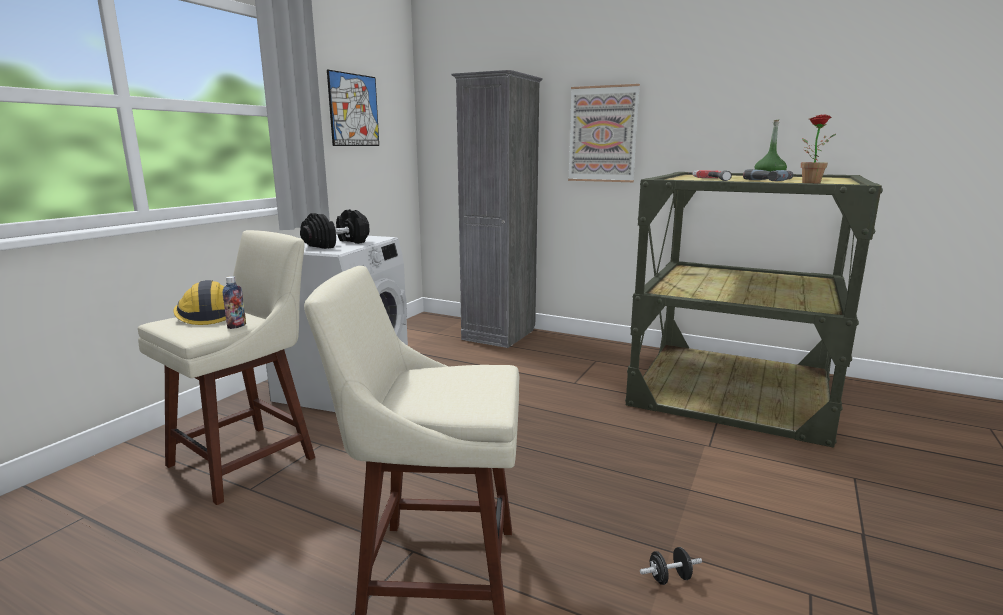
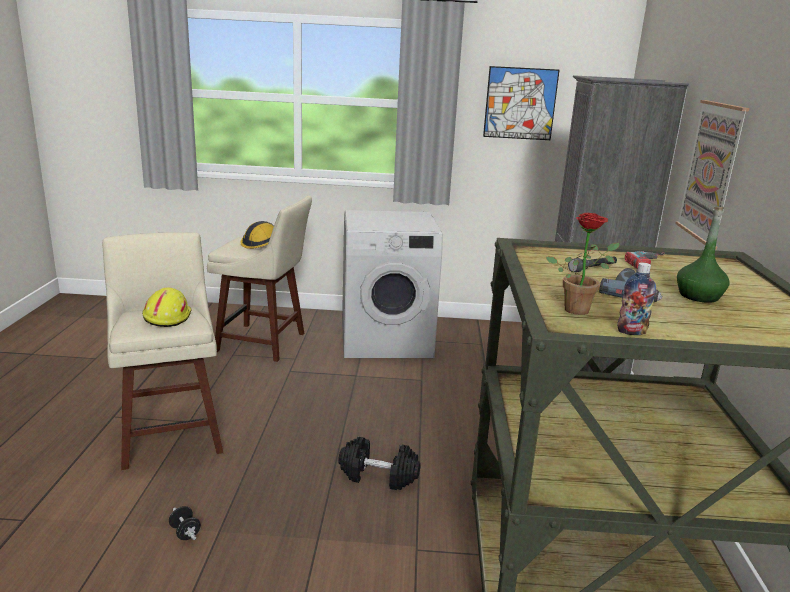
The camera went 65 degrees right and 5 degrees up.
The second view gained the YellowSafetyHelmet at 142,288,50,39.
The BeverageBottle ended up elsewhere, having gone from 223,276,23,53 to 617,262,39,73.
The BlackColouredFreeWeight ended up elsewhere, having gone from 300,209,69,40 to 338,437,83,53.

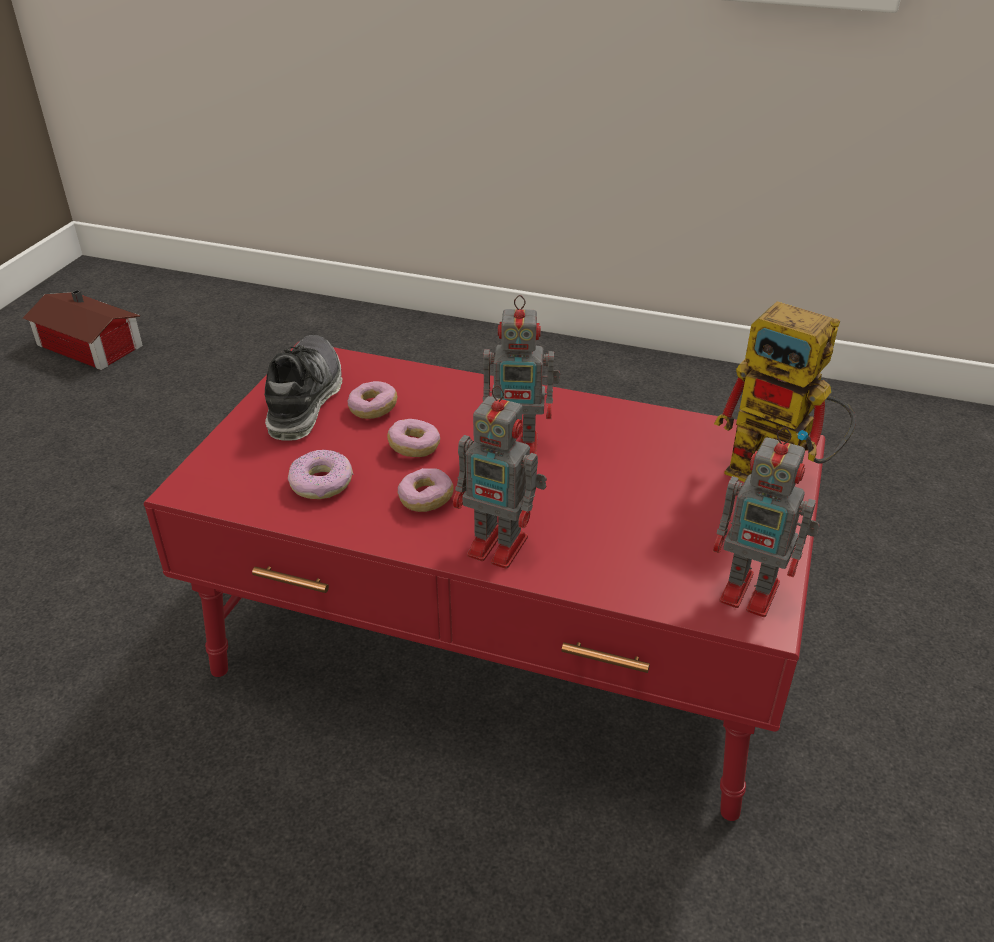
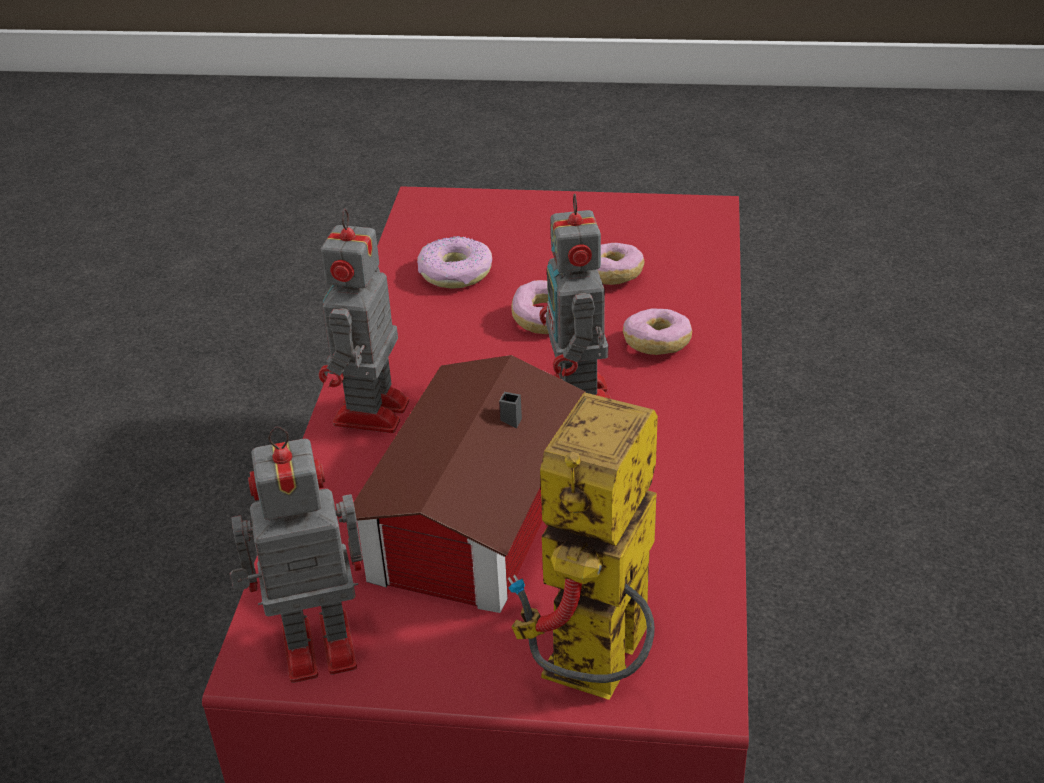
The camera went 80 degrees right and 0 degrees up.
The second view lost the Shoe at 264,335,78,106.
The MiniatureHouse ended up elsewhere, having gone from 23,290,120,80 to 354,355,232,258.
The Doughnut ended up elsewhere, having gone from 398,468,56,44 to 623,308,69,47.
The RobotFigure at 713,427,106,190 ended up facing another way, 60 degrees clockwise from before.

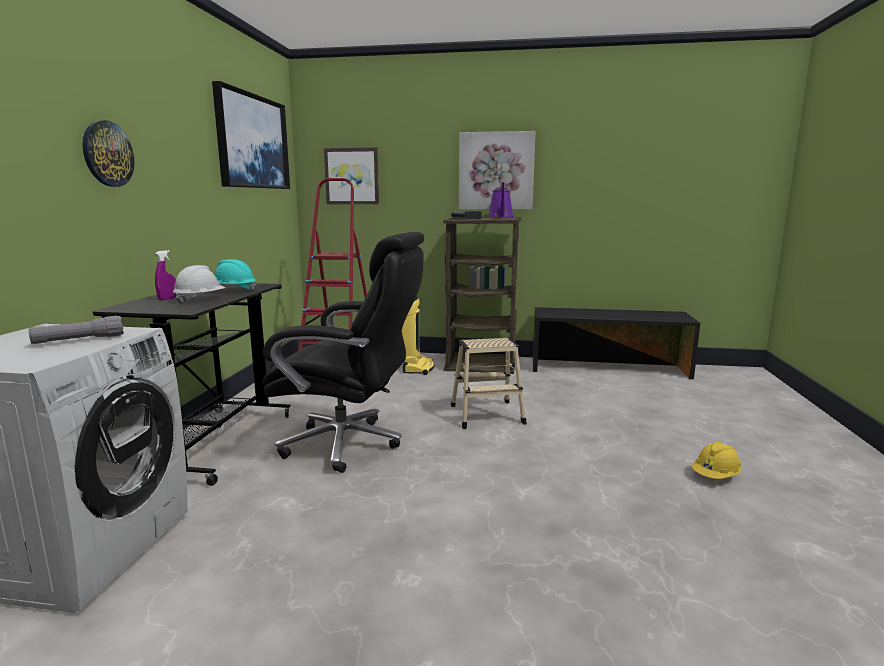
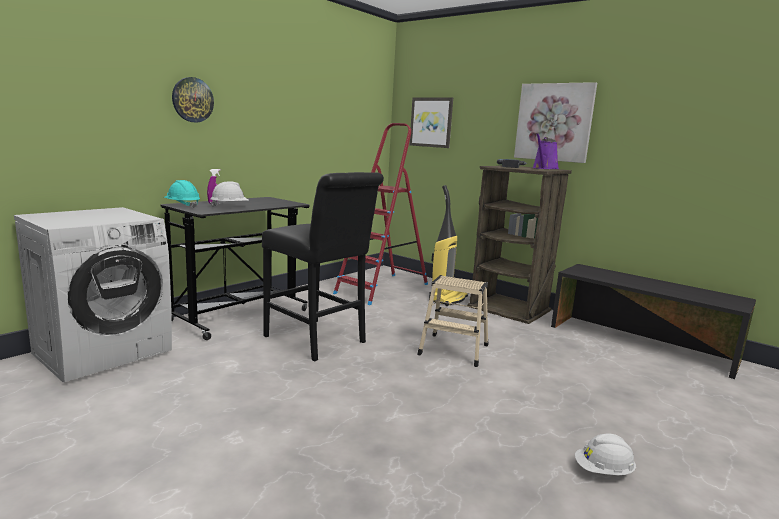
The camera went 30 degrees right and 0 degrees up.
The second view lost the GrayTorch at 28,316,96,28.
The second view lost the WallArt at 212,81,78,108.
The TurquoiseSafetyHelmet ended up elsewhere, having gone from 214,259,43,32 to 164,180,36,28.
Where the BlackColouredDeskChair stood at 262,232,162,241, the BlackColouredSittingStool came to stand at 262,172,122,189.
What was the YellowSafetyHelmet at 692,442,50,37 turned into the WhiteSafetyHelmet at 575,433,61,42.

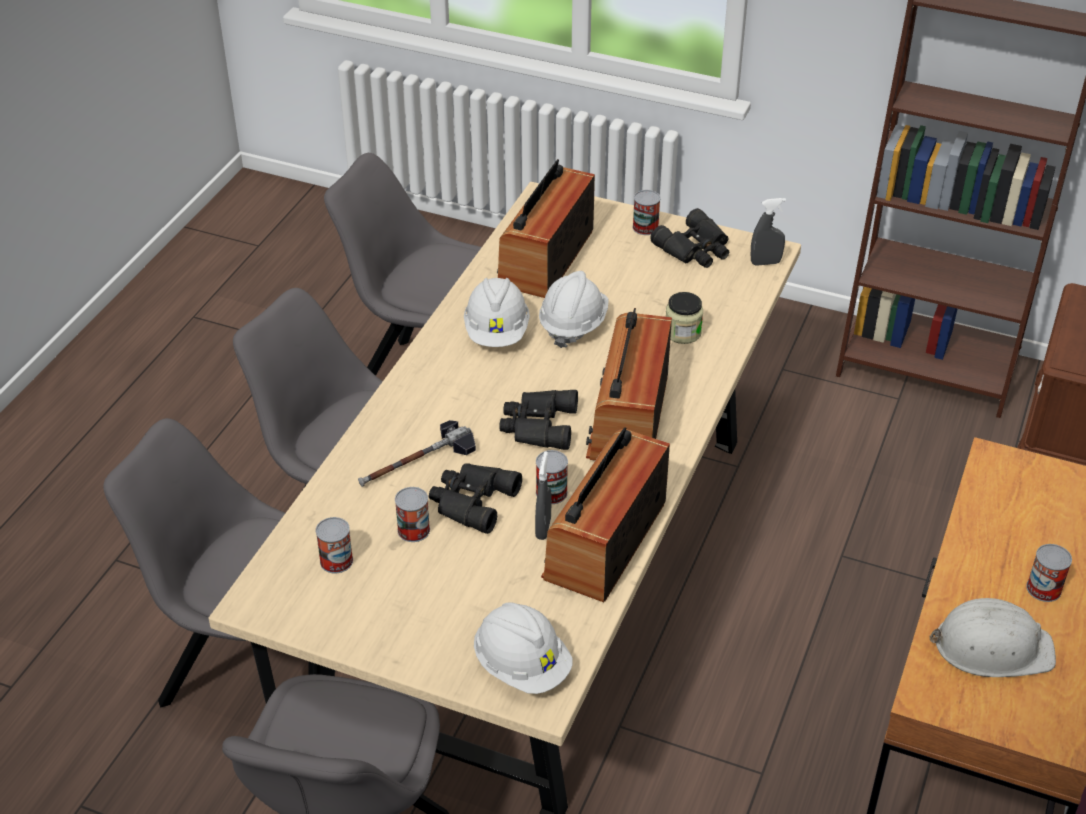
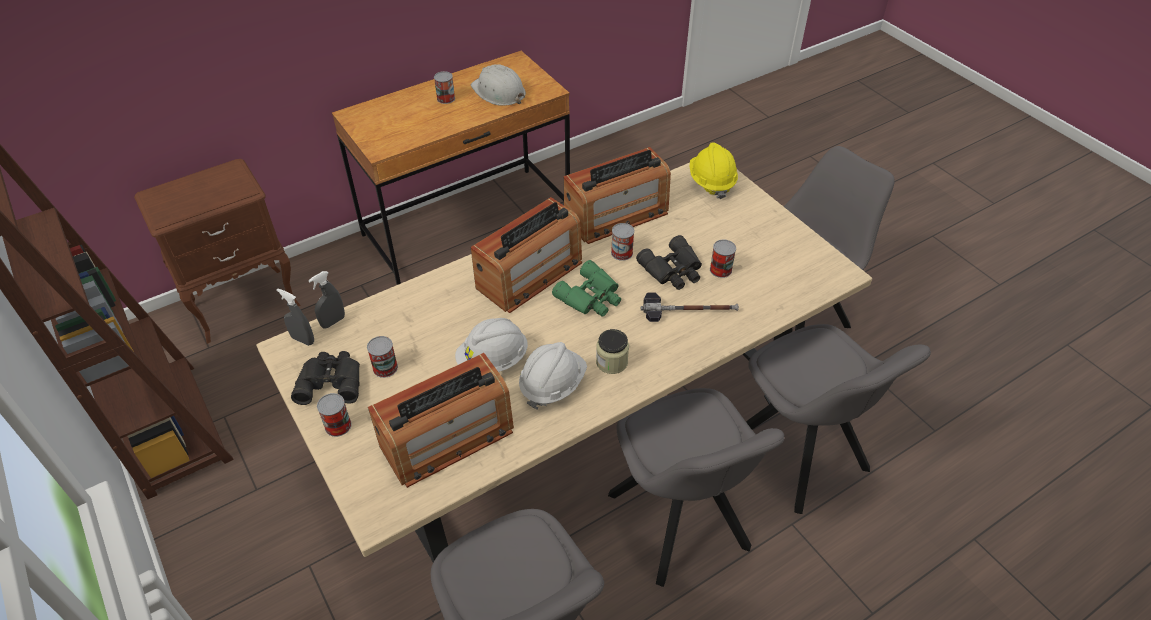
The camera went 145 degrees left and 5 degrees up.
The SealedCan ended up elsewhere, having gone from 316,517,37,57 to 367,336,31,42.
The GraySprayBottle ended up elsewhere, having gone from 535,451,17,89 to 308,271,37,58.
The StorageJar ended up elsewhere, having gone from 666,292,37,52 to 596,329,33,45.
What was the WhiteSafetyHelmet at 474,602,99,92 turned into the YellowSafetyHelmet at 689,142,49,57.
What was the BlackColouredFieldGlasses at 499,390,79,60 turned into the GreenFieldGlasses at 552,260,69,57.

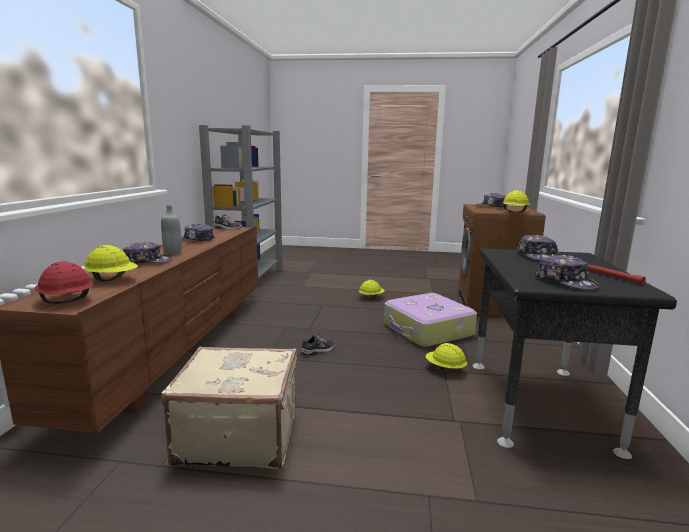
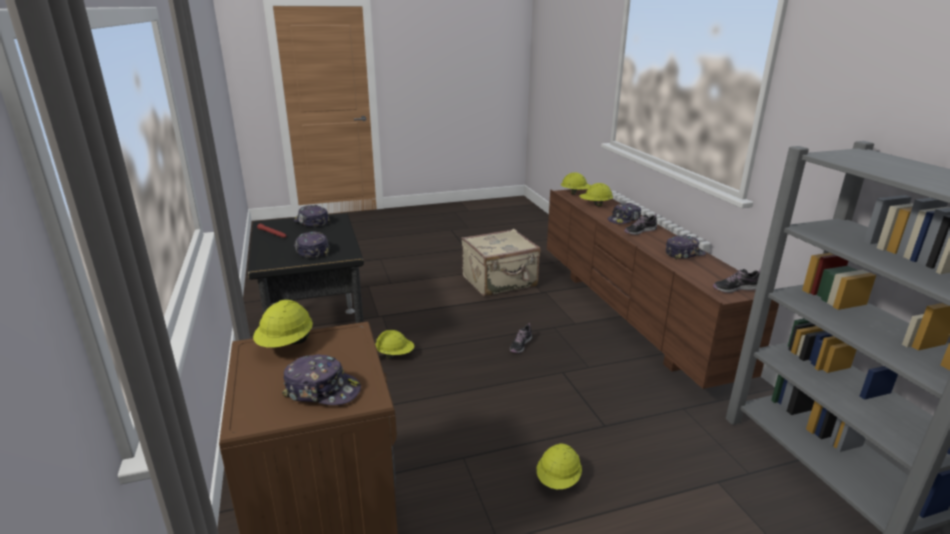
The camera went 155 degrees right and 10 degrees up.
The second view lost the Suitcase at 384,293,93,54.
Where the GrayBeverageBottle stood at 161,205,21,50, the Shoe came to stand at 624,214,33,21.
What was the RedSafetyHelmet at 34,261,59,43 turned into the YellowSafetyHelmet at 561,172,30,23.

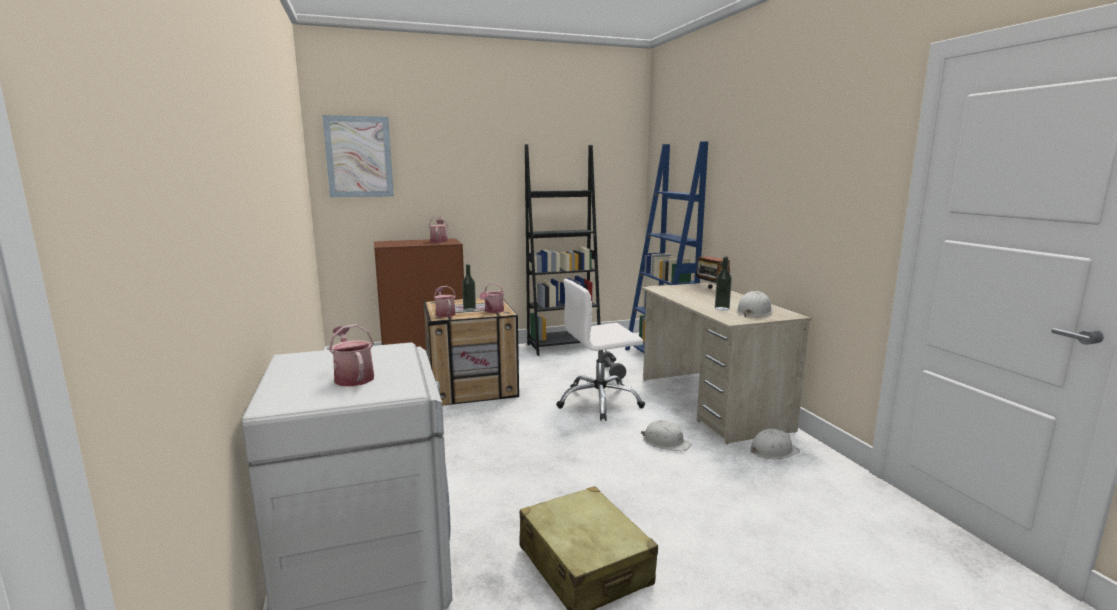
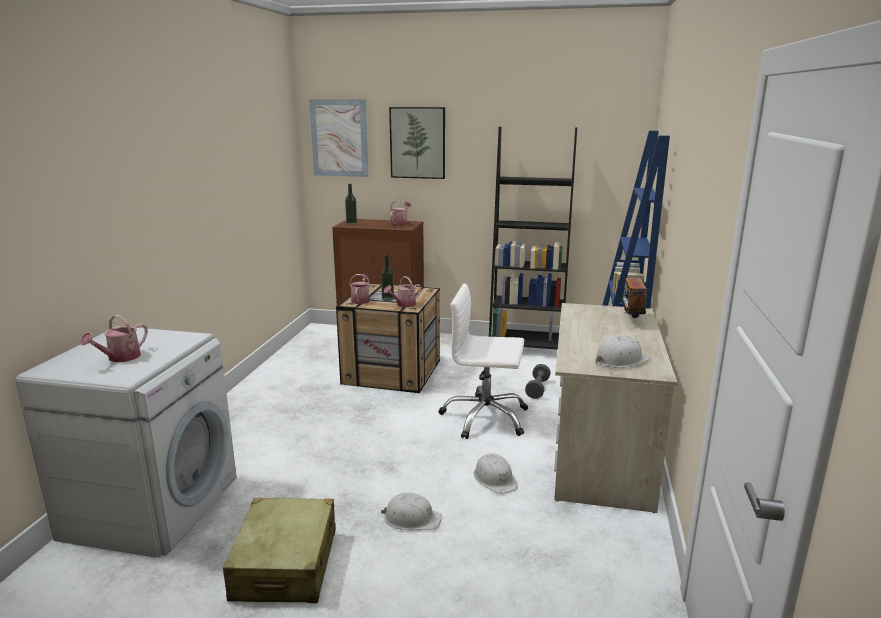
The camera went 30 degrees right and 5 degrees up.
The second view gained the WallArt at 389,107,56,72.
The BeverageBottle ended up elsewhere, having gone from 715,257,17,54 to 345,184,12,41.
The WhiteSafetyHelmet ended up elsewhere, having gone from 750,429,50,30 to 381,492,61,38.
The WateringPot at 329,324,45,62 ended up facing another way, 150 degrees counterclockwise from before.

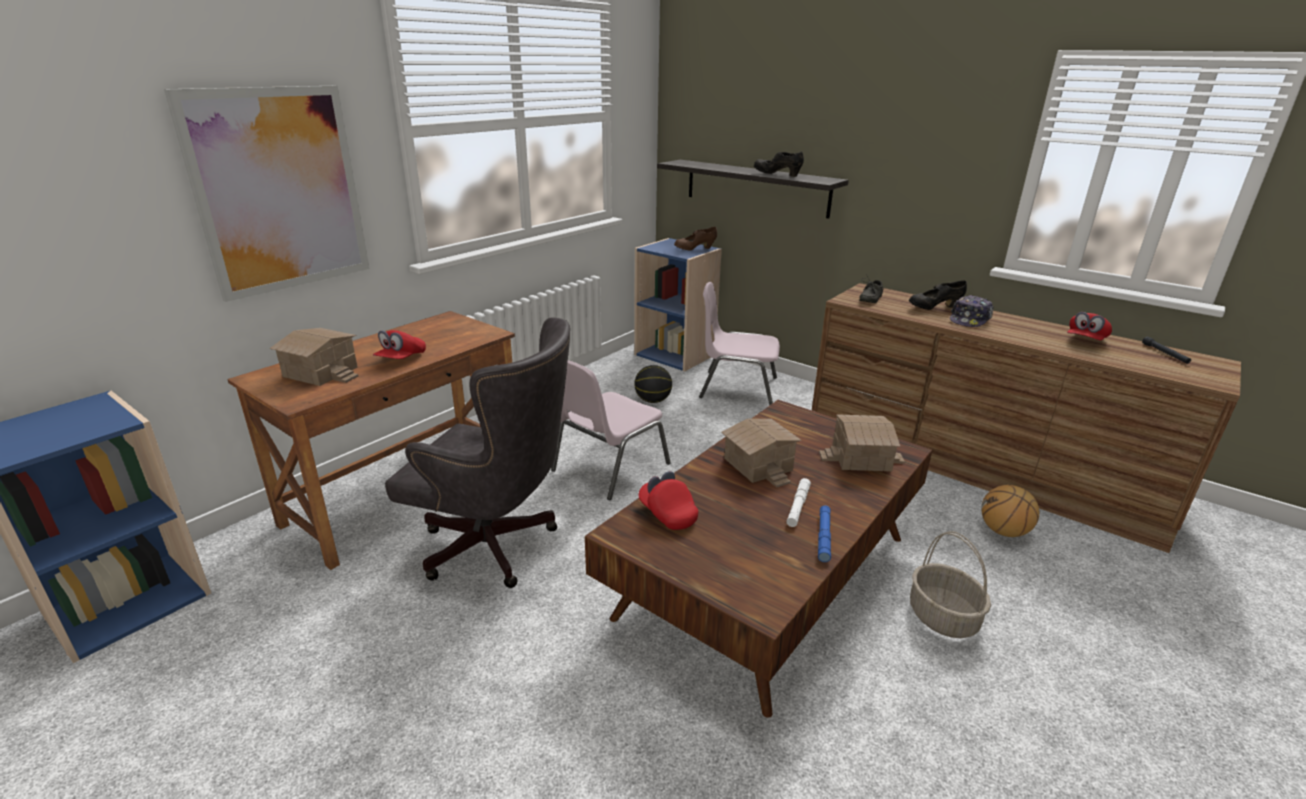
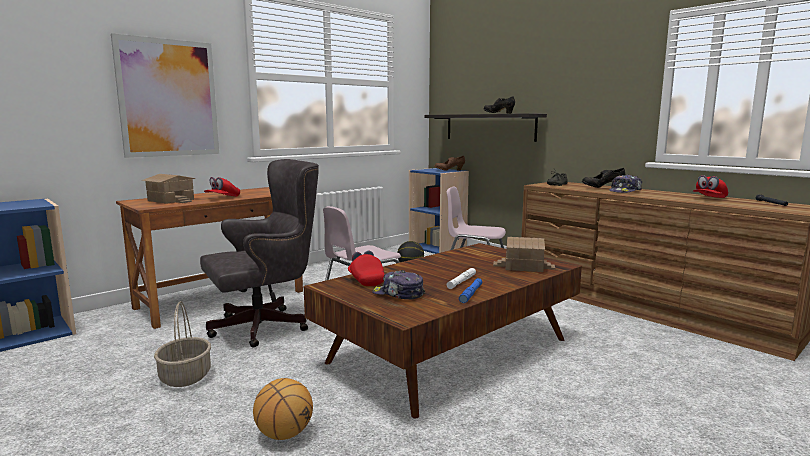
The camera went 10 degrees right and 15 degrees down.
The second view lost the MiniatureHouse at 721,419,81,69.
The second view gained the Cap at 372,270,53,29.
The Basket ended up elsewhere, having gone from 910,531,81,107 to 154,301,57,86.
The BasketballBall ended up elsewhere, having gone from 981,485,58,52 to 253,378,60,62.
The GrayDeskChair at 385,317,185,271 ended up facing another way, 60 degrees counterclockwise from before.

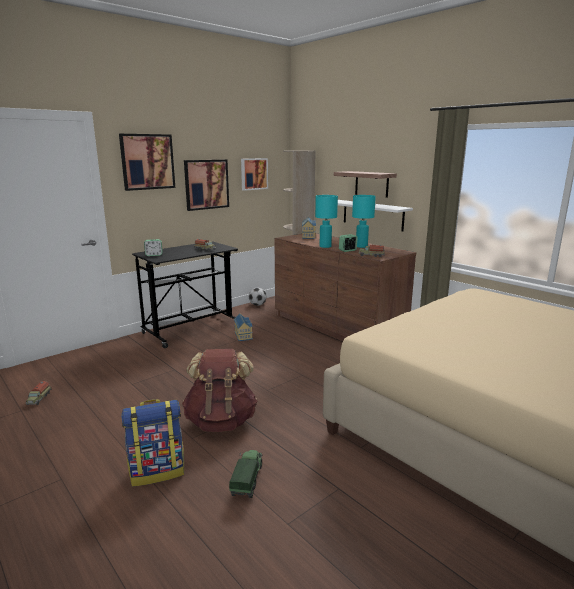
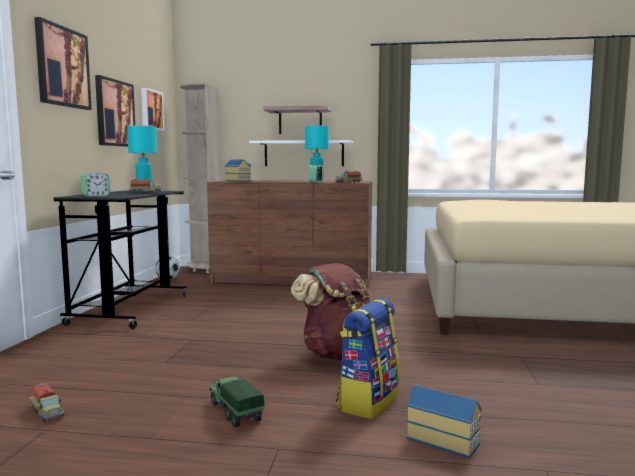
The camera went 40 degrees left and 10 degrees down.
The ToyTruck ended up elsewhere, having gone from 229,450,34,48 to 209,376,56,51.
The MiniatureHouse ended up elsewhere, having gone from 234,314,19,27 to 406,385,76,73.
The TurquoiseLampForATable ended up elsewhere, having gone from 315,195,23,53 to 127,126,30,55.

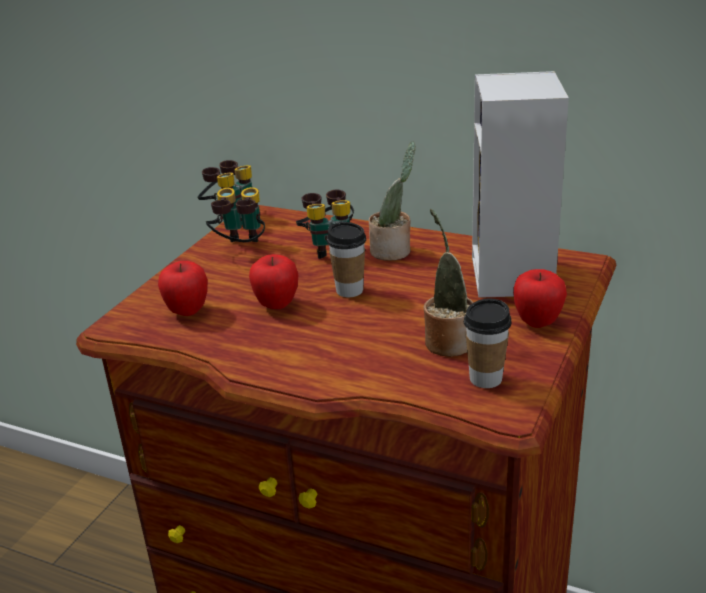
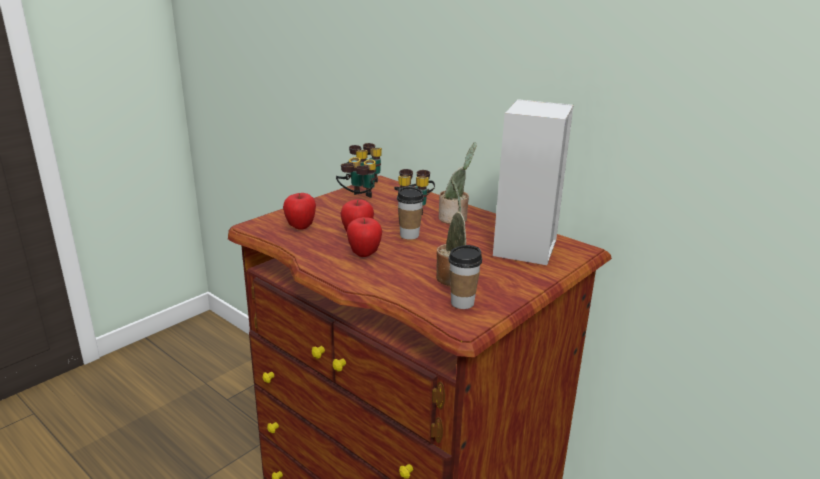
The camera went 15 degrees right and 5 degrees down.
The WholeApple ended up elsewhere, having gone from 513,269,54,59 to 347,217,35,40.

